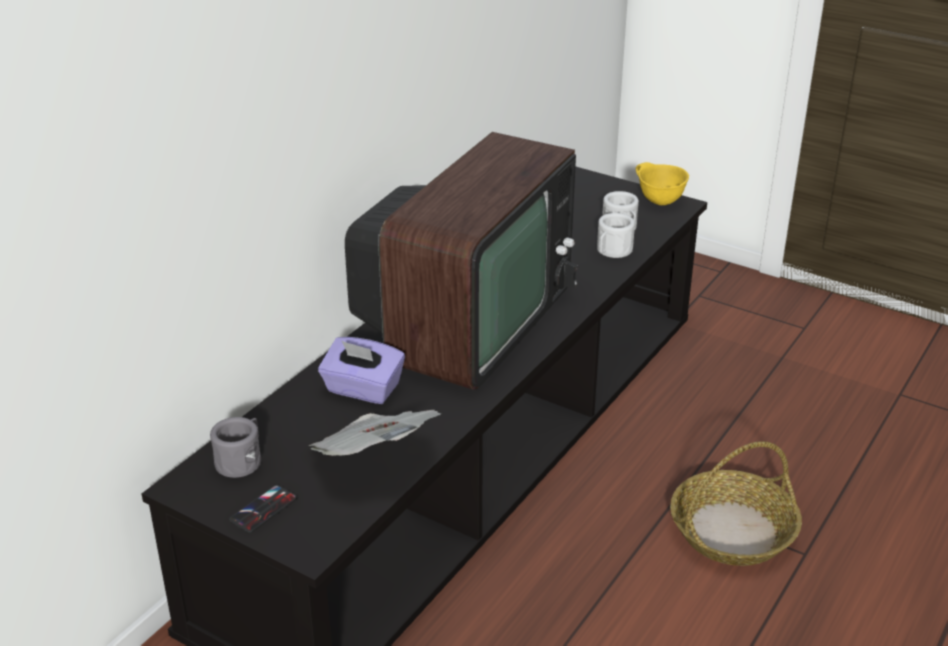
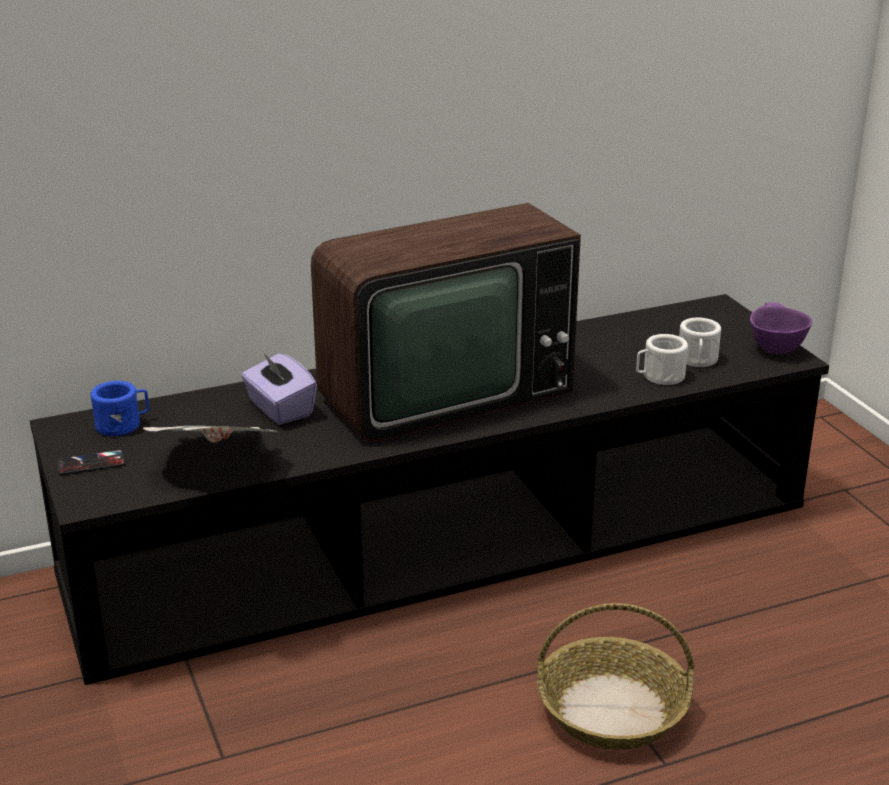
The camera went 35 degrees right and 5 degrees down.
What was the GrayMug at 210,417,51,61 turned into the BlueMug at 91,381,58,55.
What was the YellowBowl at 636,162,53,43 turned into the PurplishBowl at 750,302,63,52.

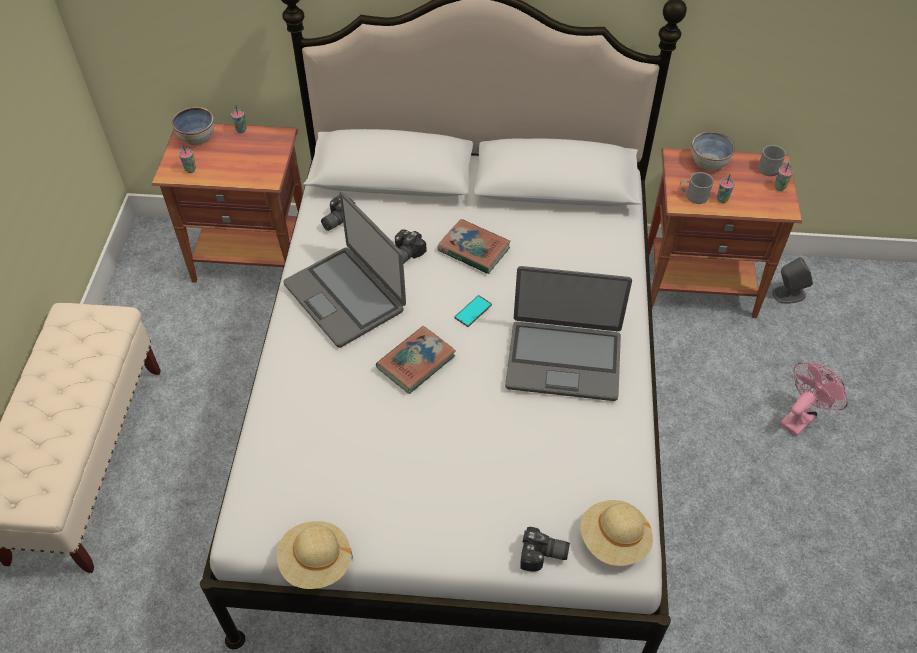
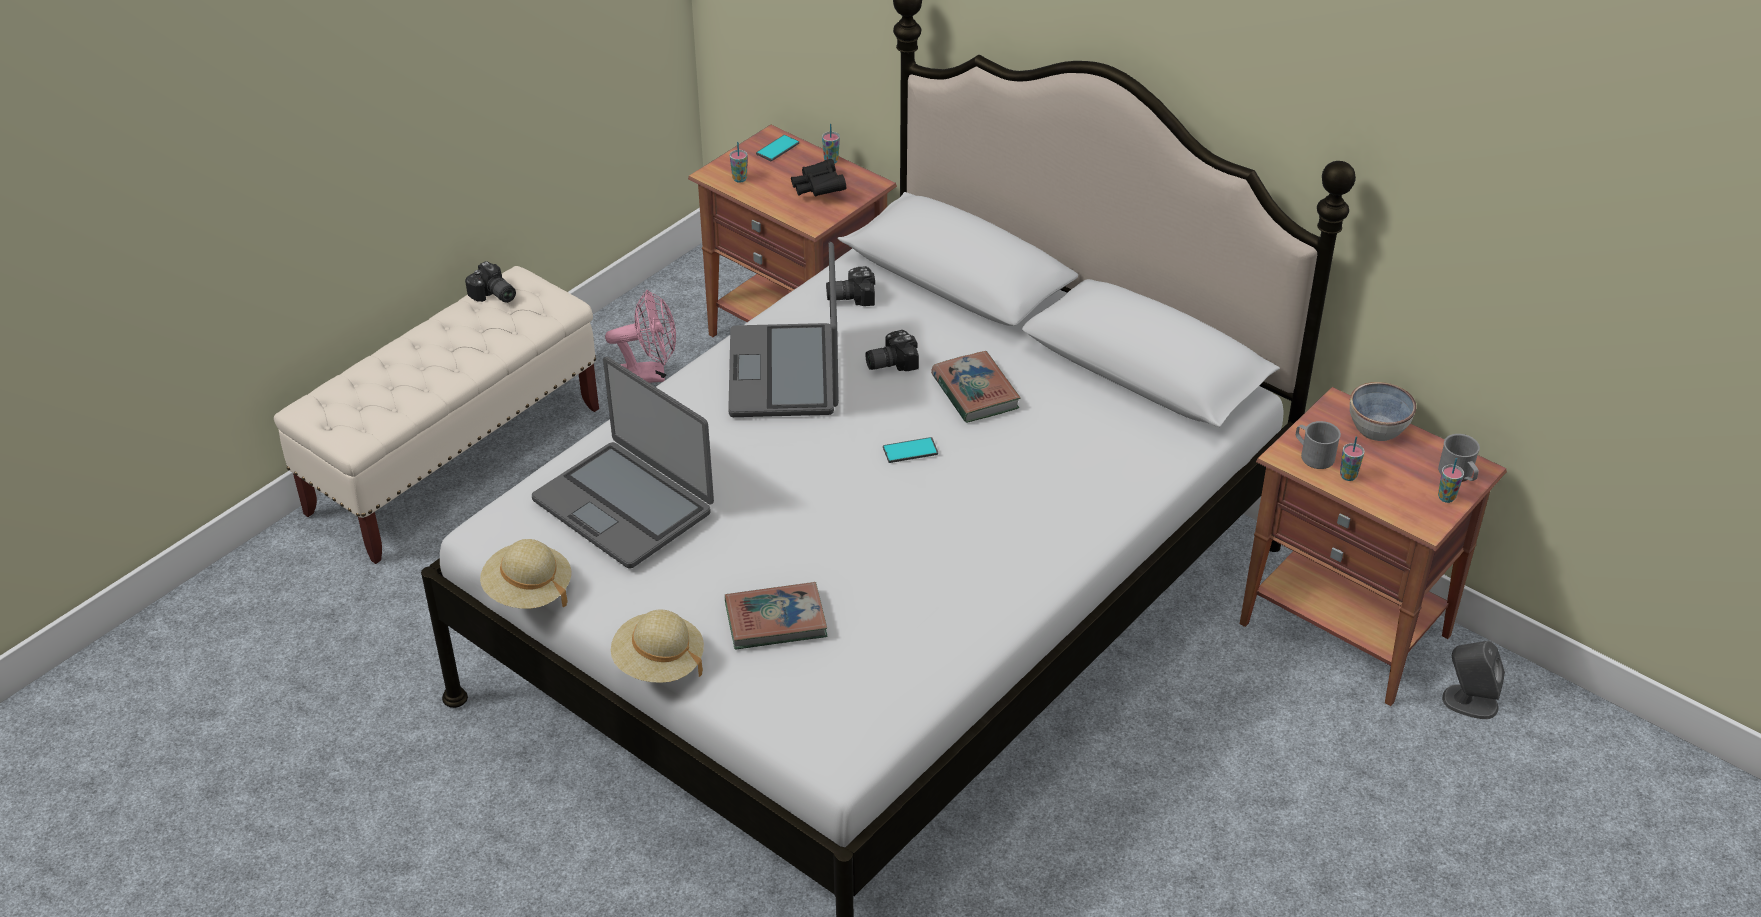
The camera went 35 degrees right and 10 degrees down.
The second view gained the BlackColouredFieldGlasses at 791,159,55,38.
The Book ended up elsewhere, having gone from 376,326,80,68 to 725,582,102,68.
The NotebookComputer ended up elsewhere, having gone from 505,266,127,135 to 532,357,182,211.
The PhotoCamera ended up elsewhere, having gone from 520,527,50,45 to 465,261,51,42.
The BeigeColouredWearableHat ended up elsewhere, having gone from 580,500,73,66 to 611,609,93,74.
The PinkColouredFan ended up elsewhere, having gone from 780,362,68,75 to 605,290,71,93.
Where the Bowl stood at 172,107,42,38, the Telephone came to stand at 756,135,43,26.

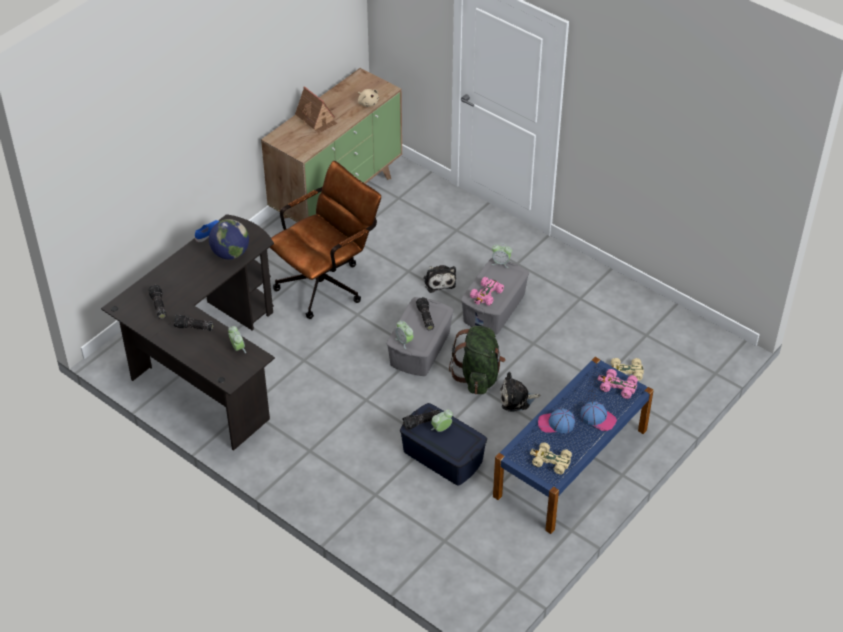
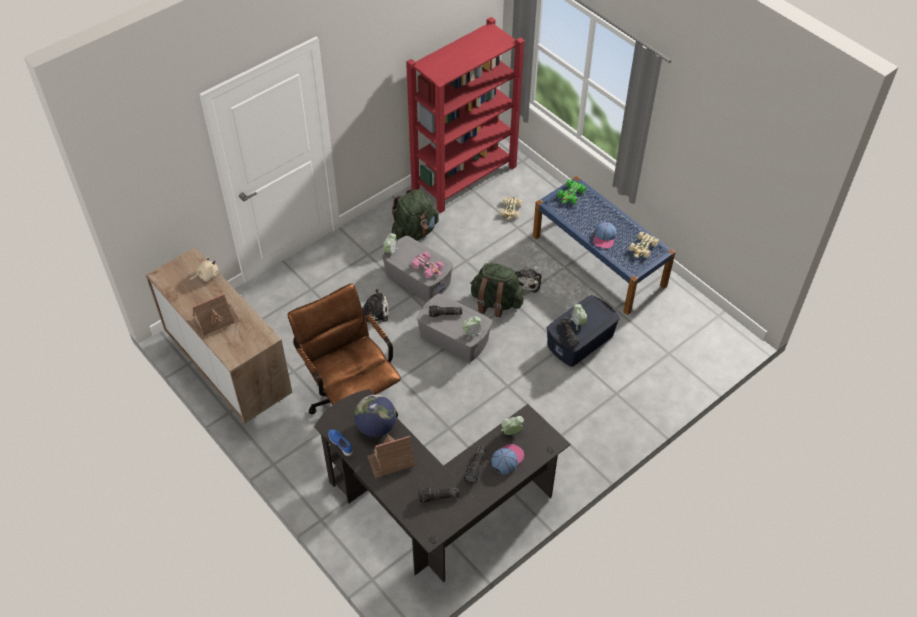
The camera went 80 degrees left and 5 degrees up.
The second view gained the MiniatureHouse at 368,435,47,43.
The second view gained the GreenRucksack at 391,189,48,52.
The second view gained the RedBookcase at 406,17,118,196.
The Cap ended up elsewhere, having gone from 580,401,37,30 to 491,444,33,30.
What was the PinkColouredToyCar at 598,369,40,30 turned into the GreenToyCar at 557,179,30,25.

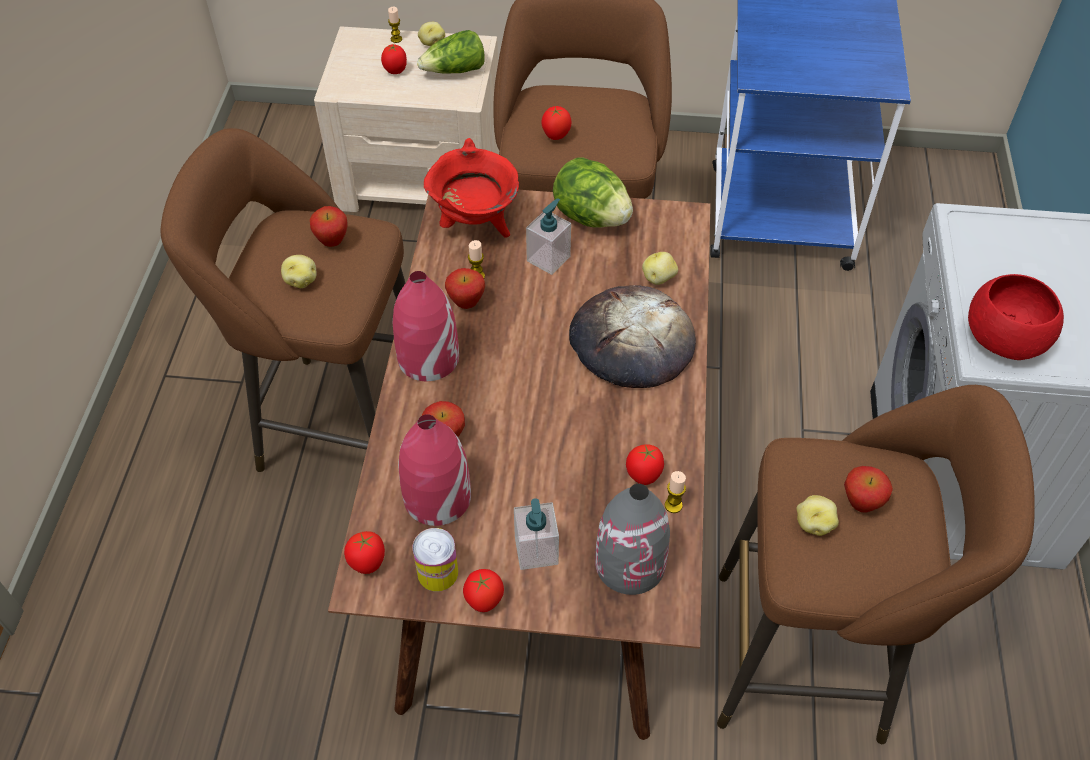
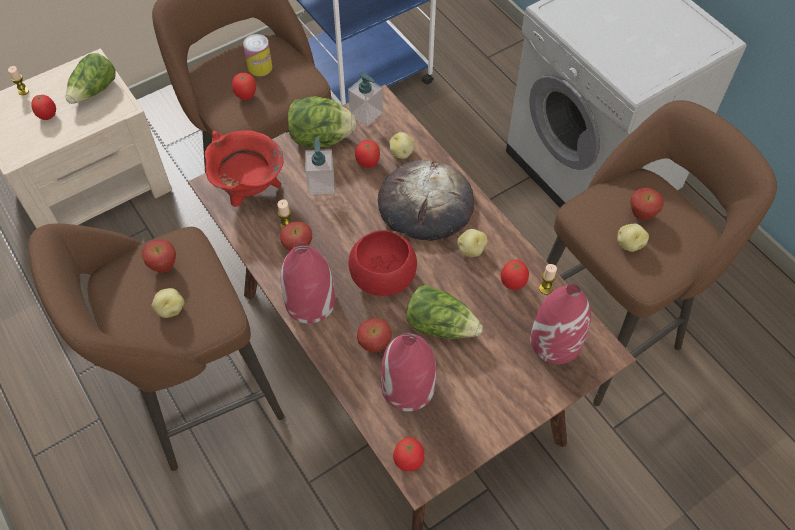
The camera went 40 degrees left and 5 degrees up.
The second view gained the Lettuce at 406,285,77,54.
The SealedCan ended up elsewhere, having gone from 412,528,46,63 to 243,34,29,42.
The Potato ended up elsewhere, having gone from 418,22,27,24 to 457,229,31,28.
The FreshTomato ended up elsewhere, having gone from 463,569,41,43 to 355,140,25,28.
The LiquidSoapBottle ended up elsewhere, having gone from 514,498,45,72 to 348,72,35,54.
The RedBowl ended up elsewhere, having gone from 968,274,96,86 to 348,230,69,66.
What was the GrayVase at 595,484,75,111 turned into the RedVase at 530,284,61,80.

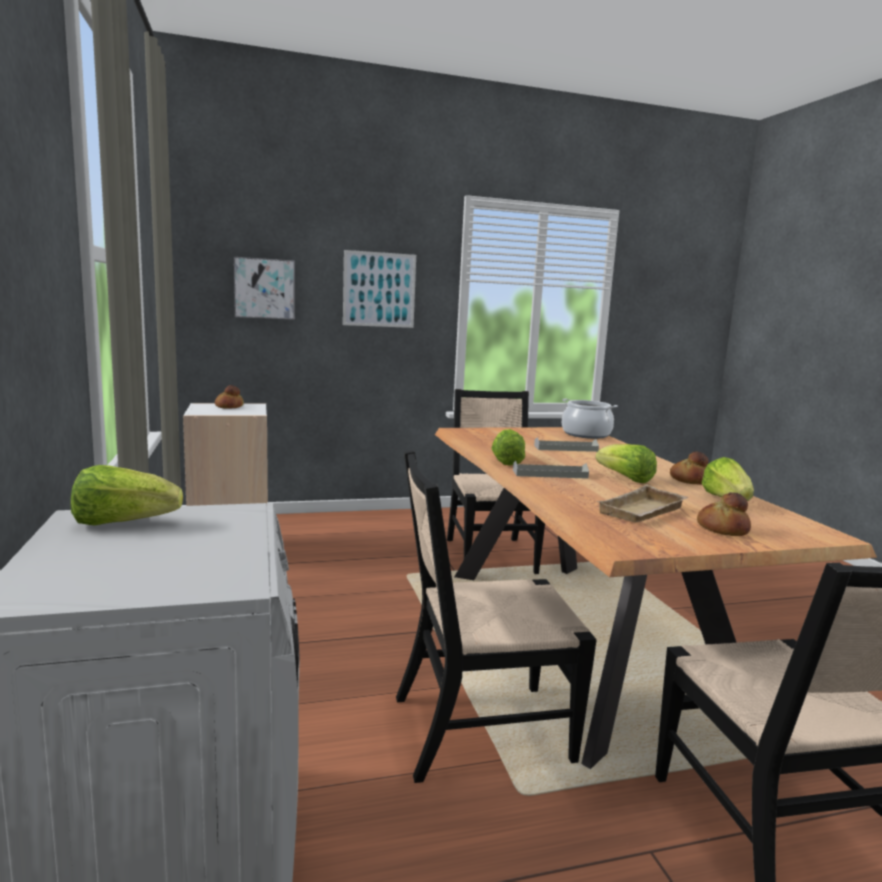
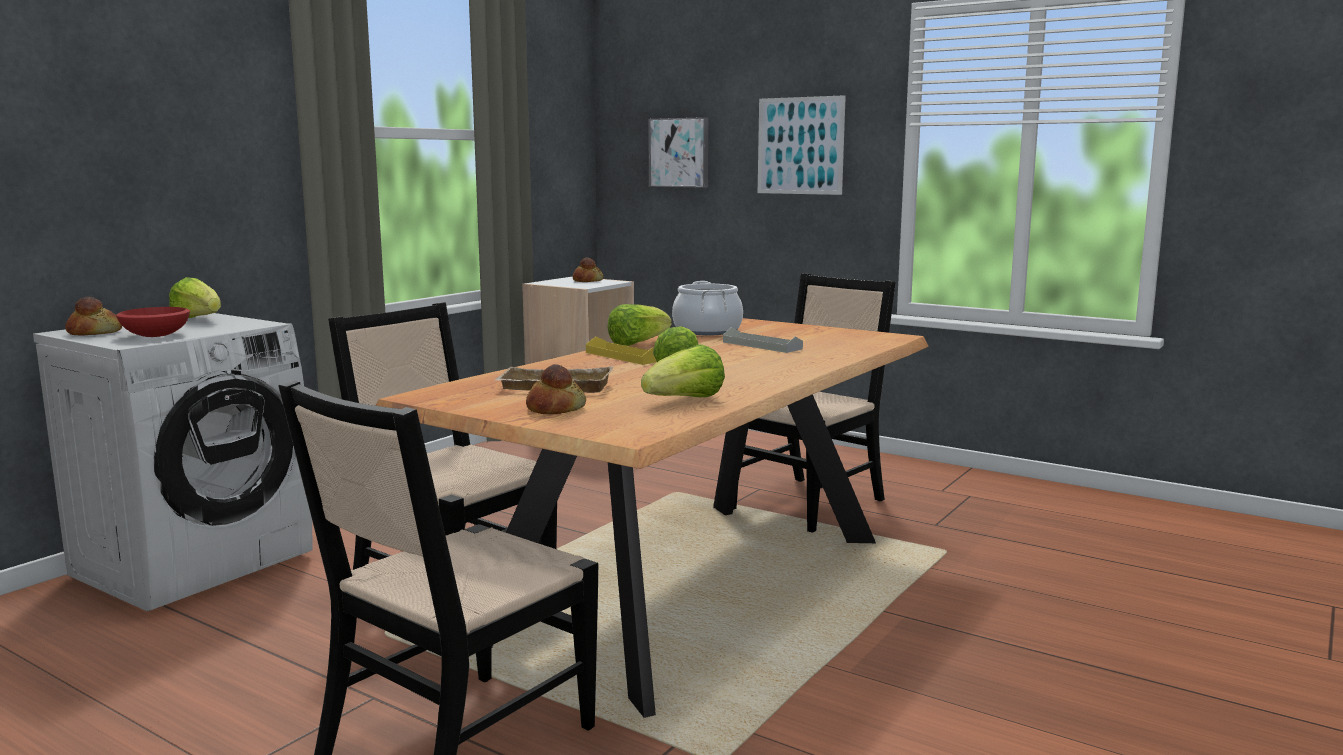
The camera went 50 degrees right and 0 degrees up.
The second view gained the RedBowl at 116,307,74,30.
The CookingPot ended up elsewhere, having gone from 562,399,56,40 to 672,281,71,54.
The Bread ended up elsewhere, having gone from 670,451,39,34 to 65,297,57,38.
What was the GrayCarryingTray at 513,461,76,18 turned into the YellowCarryingTray at 586,337,71,28.

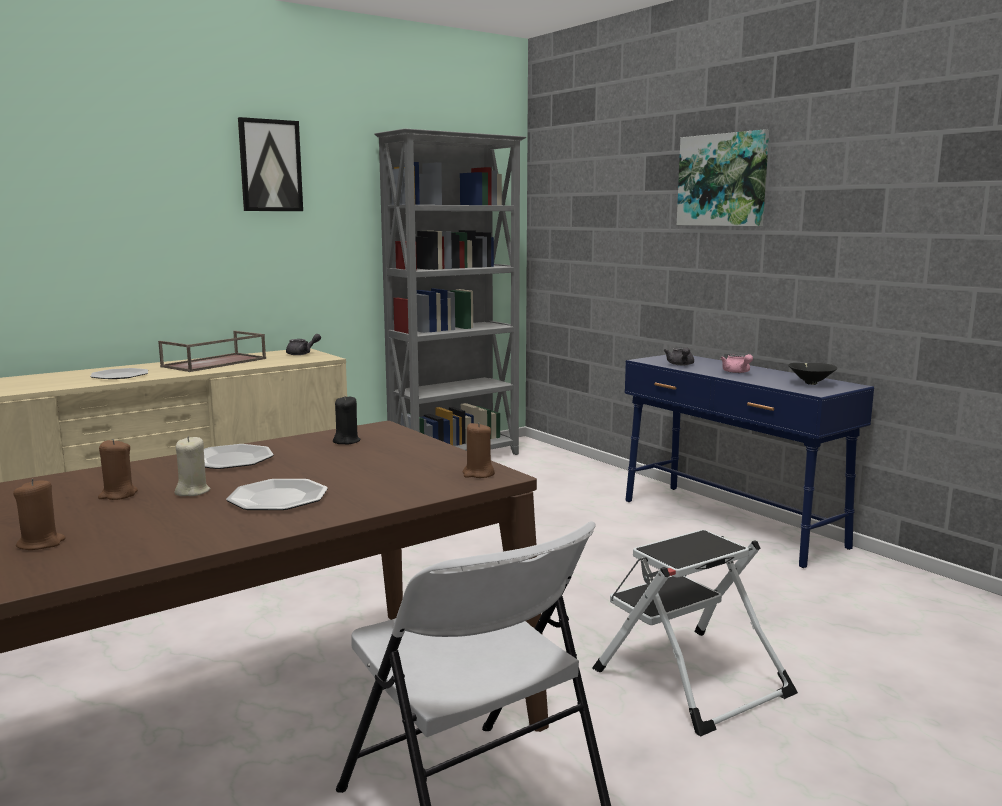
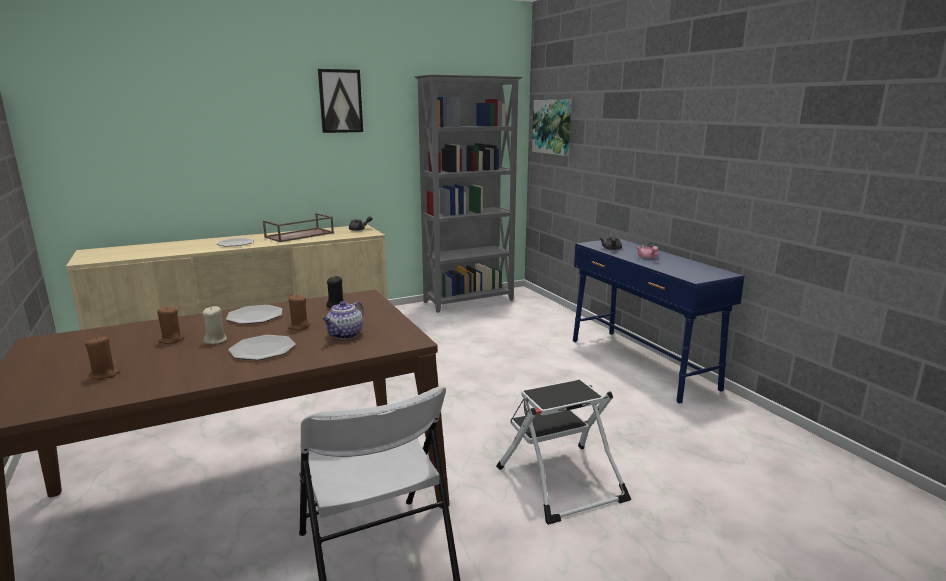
The camera went 10 degrees right and 5 degrees up.
The second view lost the BlackColouredBowl at 788,363,49,22.
The second view gained the TeaPot at 323,301,40,38.
The BrownishWaxLight ended up elsewhere, having gone from 463,422,32,56 to 288,294,22,36.
The WallArt ended up elsewhere, having gone from 677,130,92,96 to 532,100,39,56.

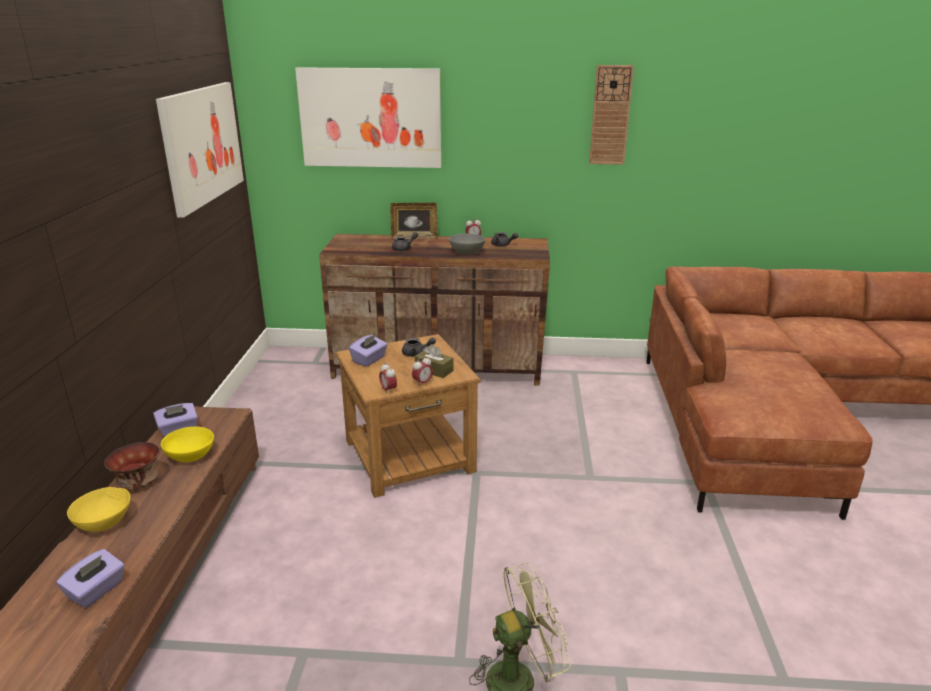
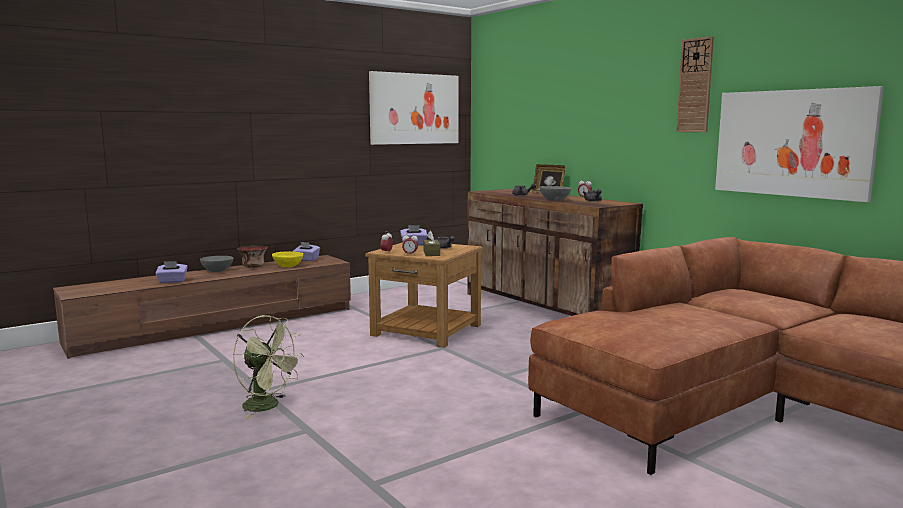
The camera went 50 degrees right and 15 degrees down.
The WallArt ended up elsewhere, having gone from 295,67,146,101 to 715,86,169,116.
What was the YellowBowl at 67,487,64,44 turned into the GrayBowl at 200,256,34,16.

